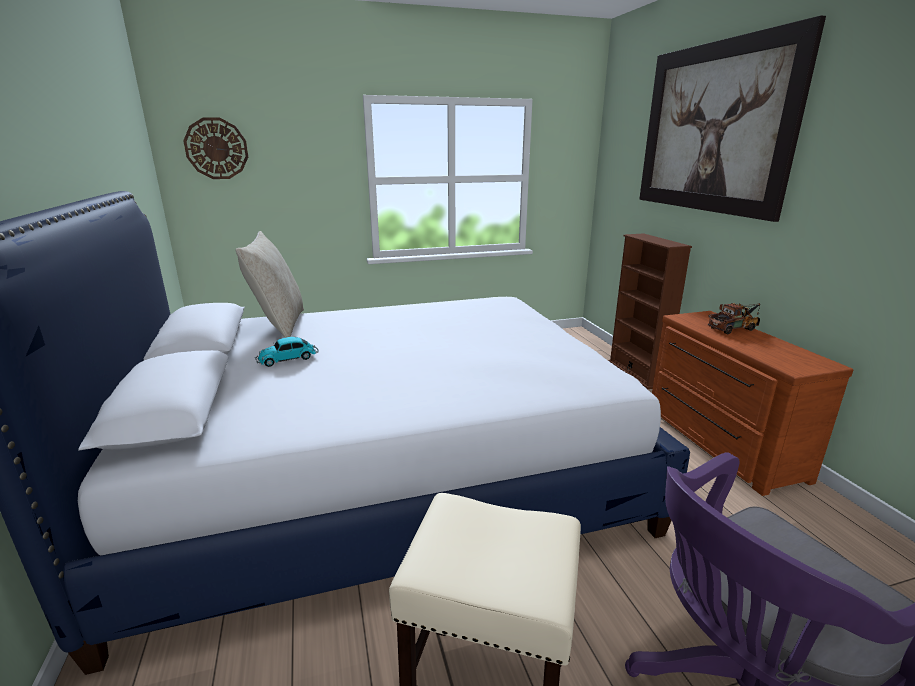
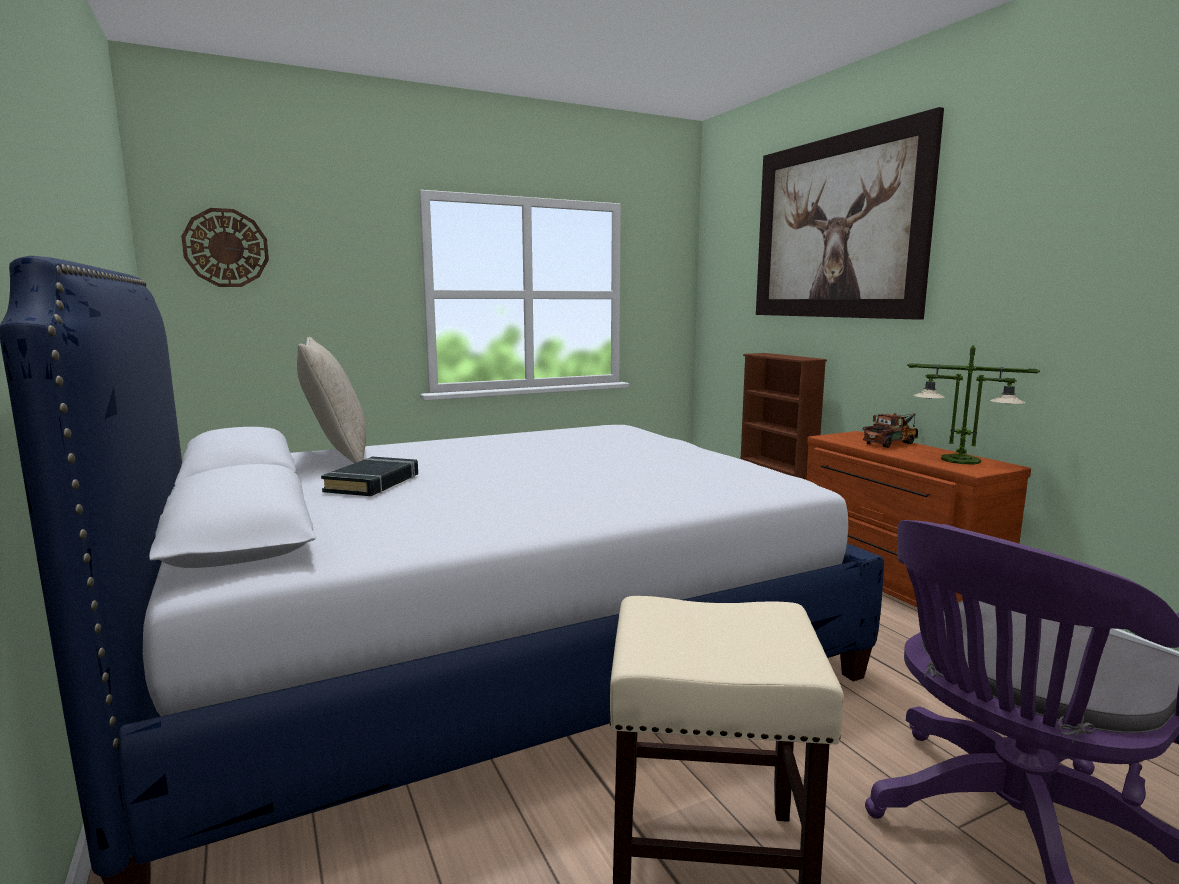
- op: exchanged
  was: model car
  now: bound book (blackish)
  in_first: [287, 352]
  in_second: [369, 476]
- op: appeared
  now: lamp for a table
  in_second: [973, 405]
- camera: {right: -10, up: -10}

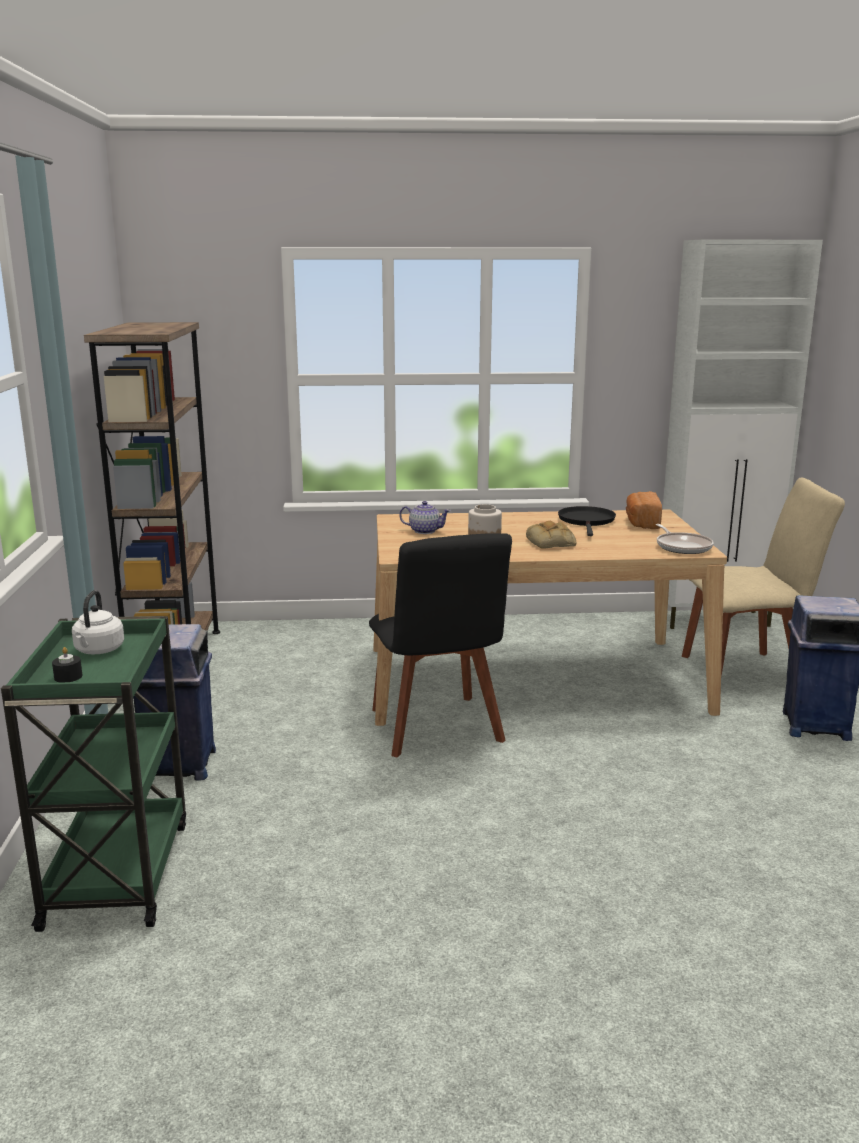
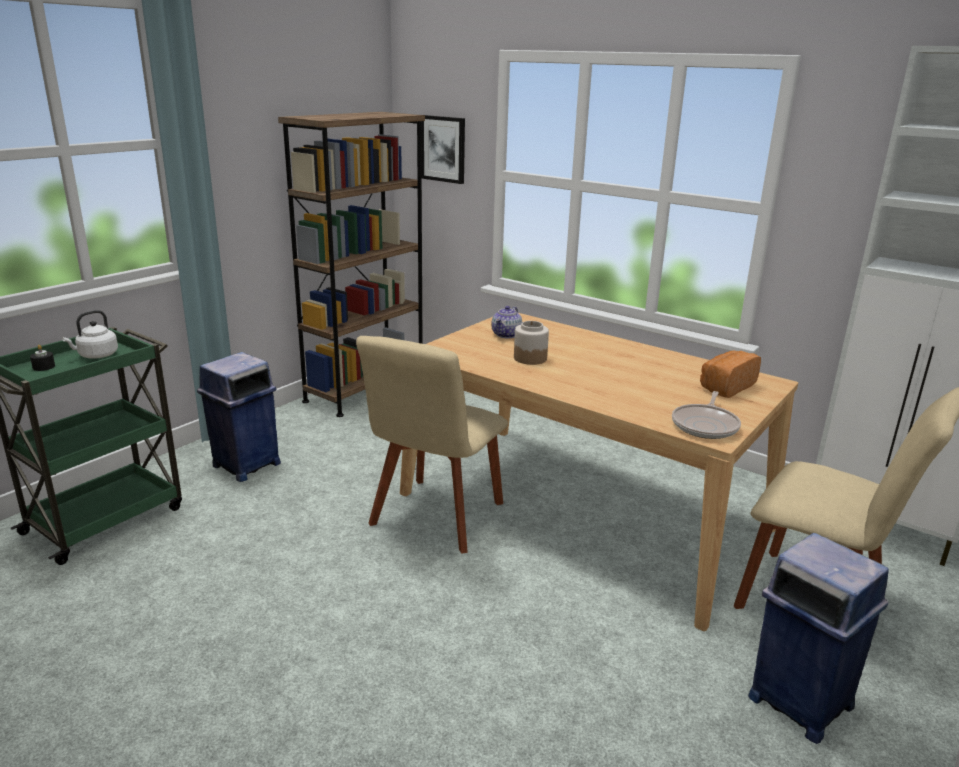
- op: colour
  was: upright chair (blackish)
  now: upright chair (sand-coloured)
  in_first: [440, 645]
  in_second: [432, 445]
- op: appeared
  now: picture
  in_second: [443, 149]
- op: spun
  was: pot for tea
  in_first: [425, 517]
  in_second: [507, 322]
  clockwise: 60
- op: missing
  was: baked bread
  in_first: [551, 535]
- op: missing
  was: pan (blackish)
  in_first: [587, 521]
- camera: {right: 40, up: 5}

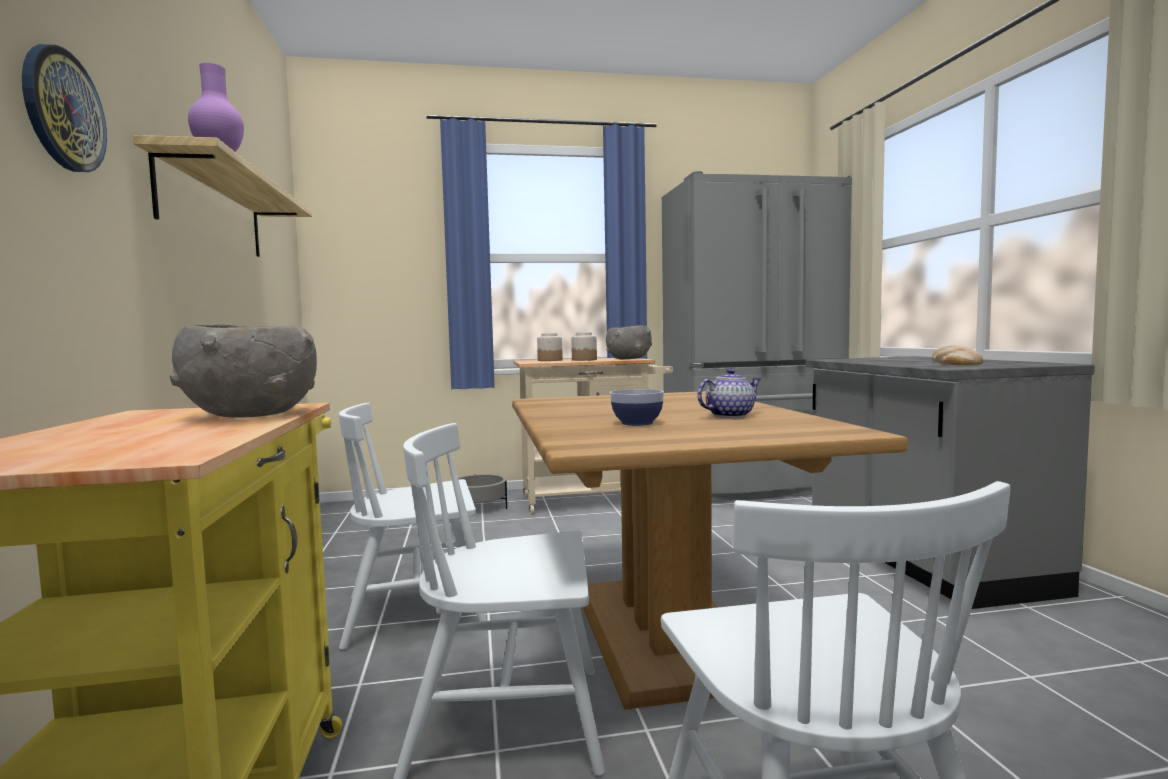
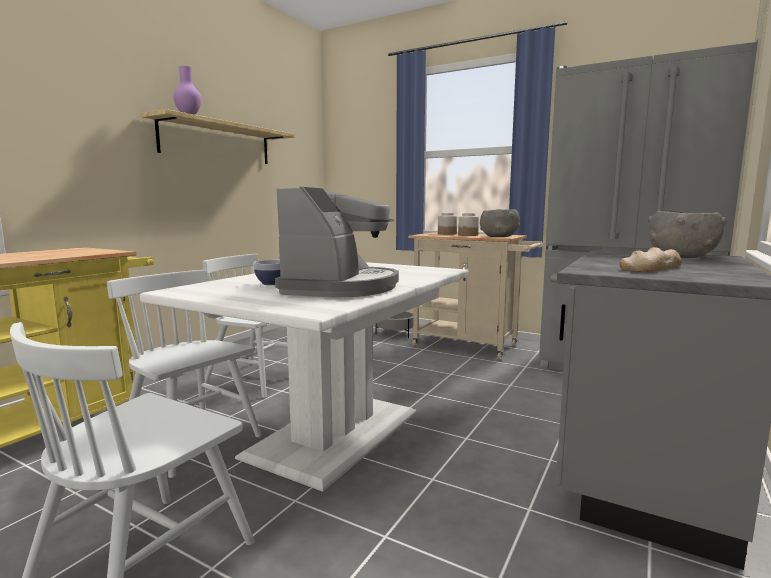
- op: colour
  was: dining table (brown)
  now: dining table (whitish)
  in_first: [710, 550]
  in_second: [304, 377]
- op: exchanged
  was: pot for tea
  now: coffee maker
  in_first: [729, 393]
  in_second: [337, 242]
- op: relocated
  was: bowl (gray)
  in_first: [243, 371]
  in_second: [687, 234]
- op: missing
  was: hanging clock
  in_first: [64, 108]
- camera: {right: 40, up: 5}

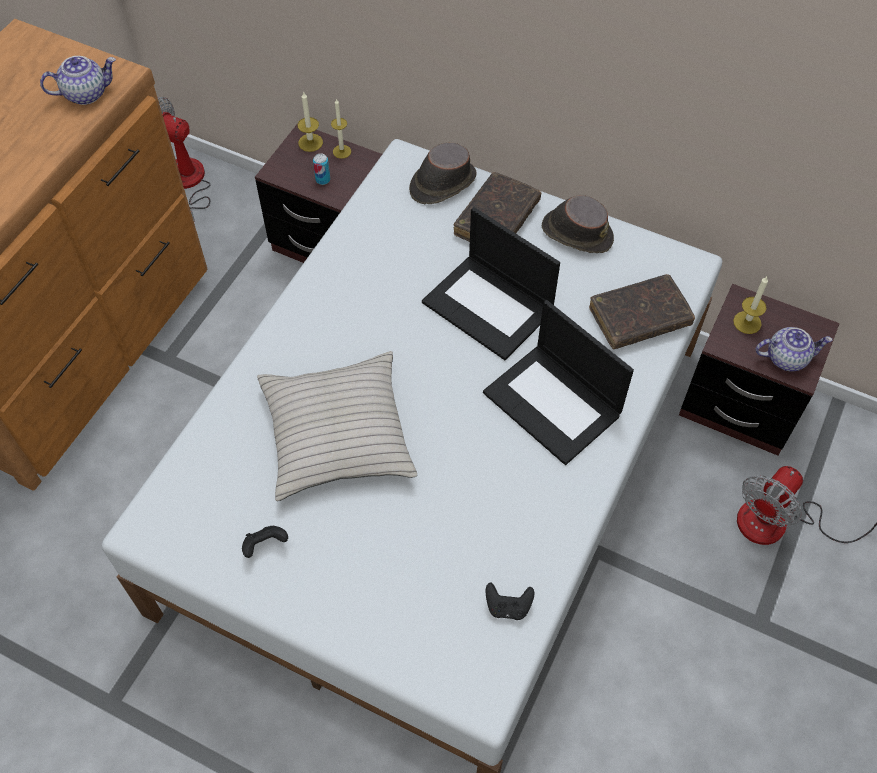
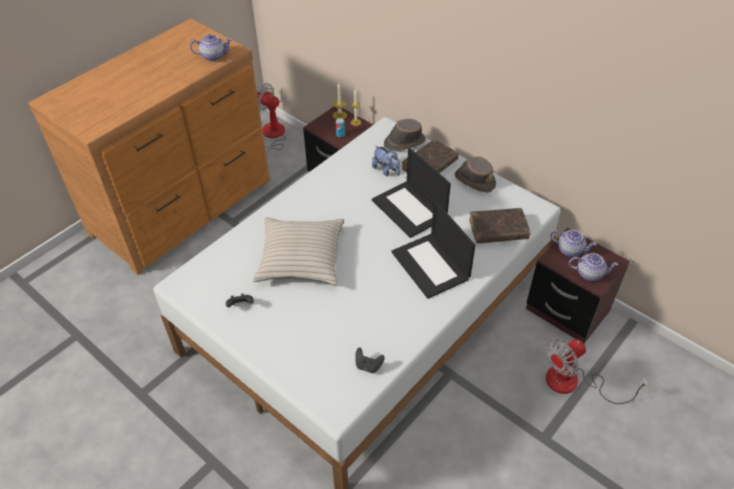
- op: appeared
  now: plush toy
  in_second: [386, 160]
- op: exchanged
  was: wax light
  now: pot for tea
  in_first: [750, 305]
  in_second: [573, 243]
- camera: {right: 15, up: -10}

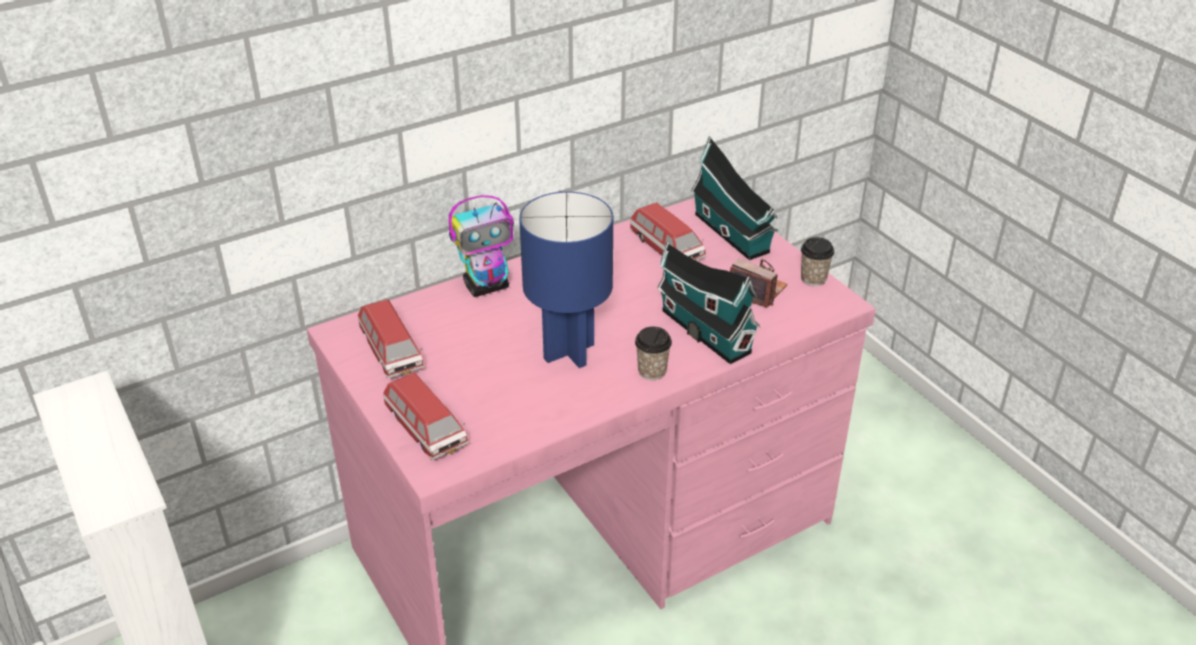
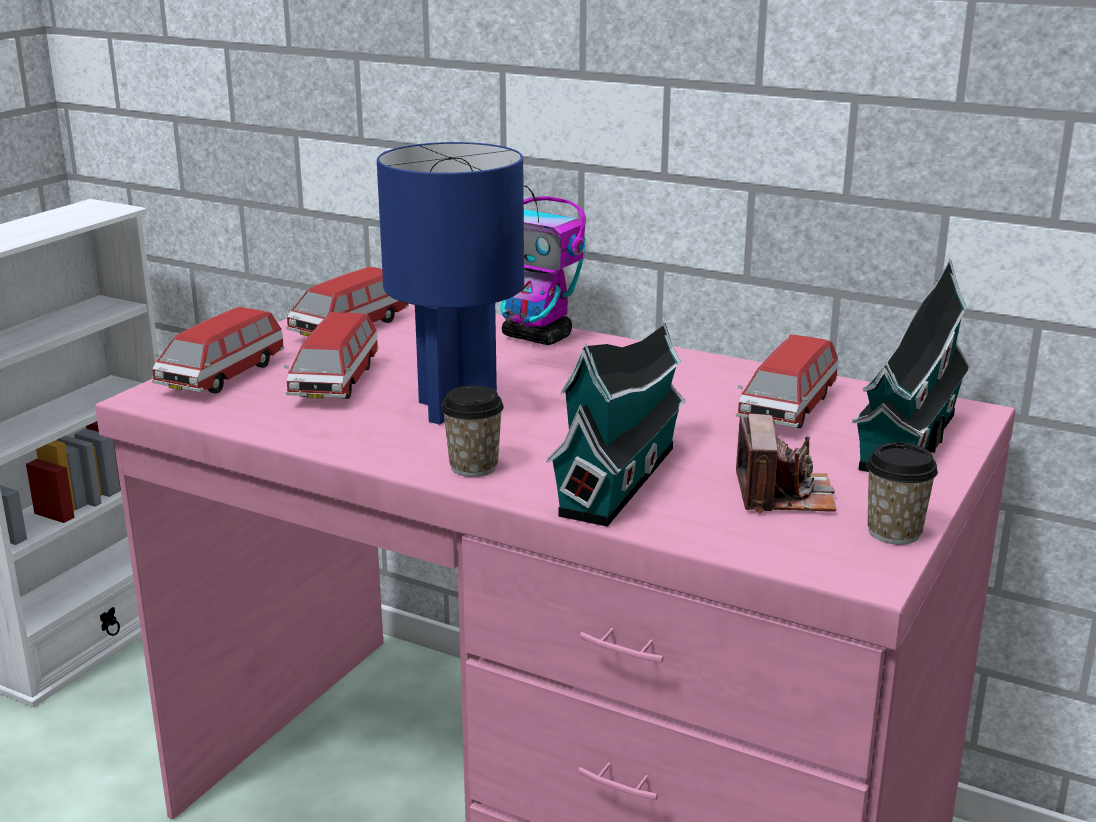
- op: appeared
  now: model car
  in_second: [331, 355]
- camera: {right: 60, up: -15}

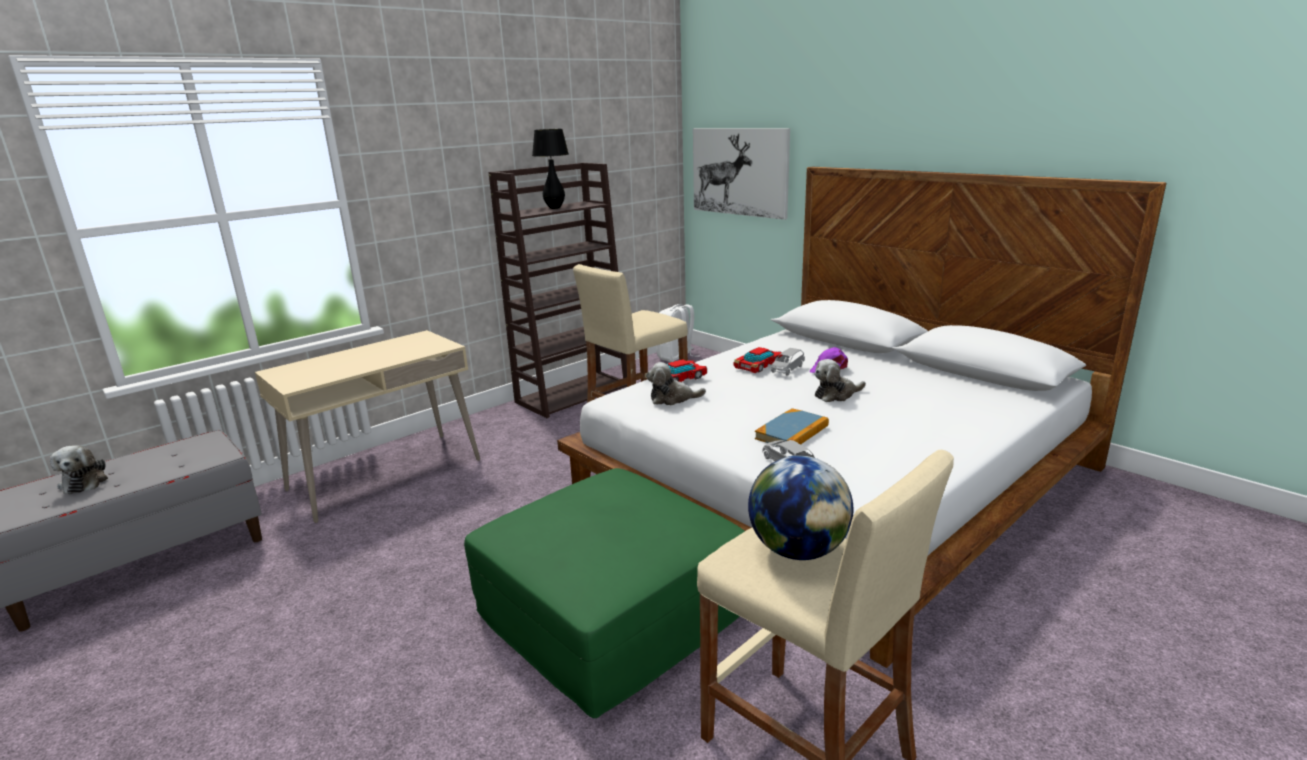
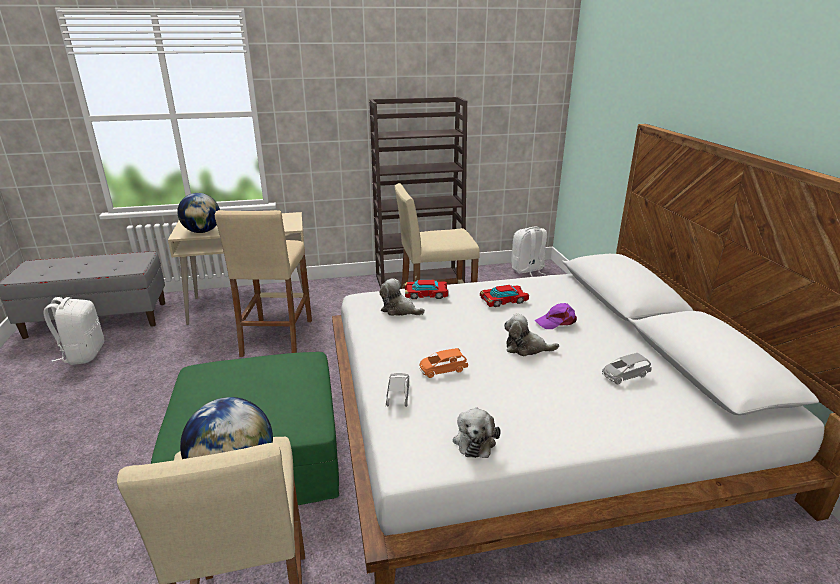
- op: appeared
  now: backpack (whitish)
  in_second: [74, 331]
- op: appeared
  now: desk globe
  in_second: [198, 213]
- op: appeared
  now: sitting stool (sand-coloured)
  in_second: [263, 283]
- op: exchanged
  was: bound book
  now: model car (orangey)
  in_first: [792, 427]
  in_second: [443, 363]
- op: relocated
  was: plush toy
  in_first: [79, 469]
  in_second: [476, 432]
- op: relocated
  was: model car (gray)
  in_first: [788, 362]
  in_second: [627, 369]
- op: missing
  was: lamp for a table (blackish)
  in_first: [550, 169]
- op: missing
  was: picture
  in_first: [741, 174]
- camera: {right: 30, up: 5}

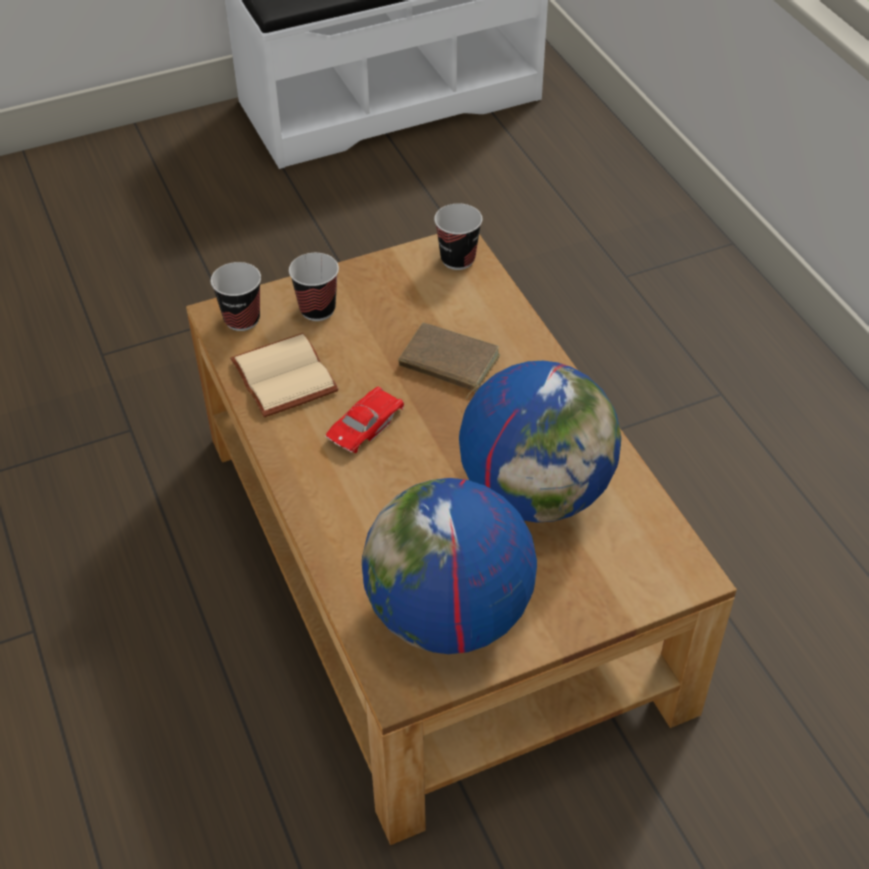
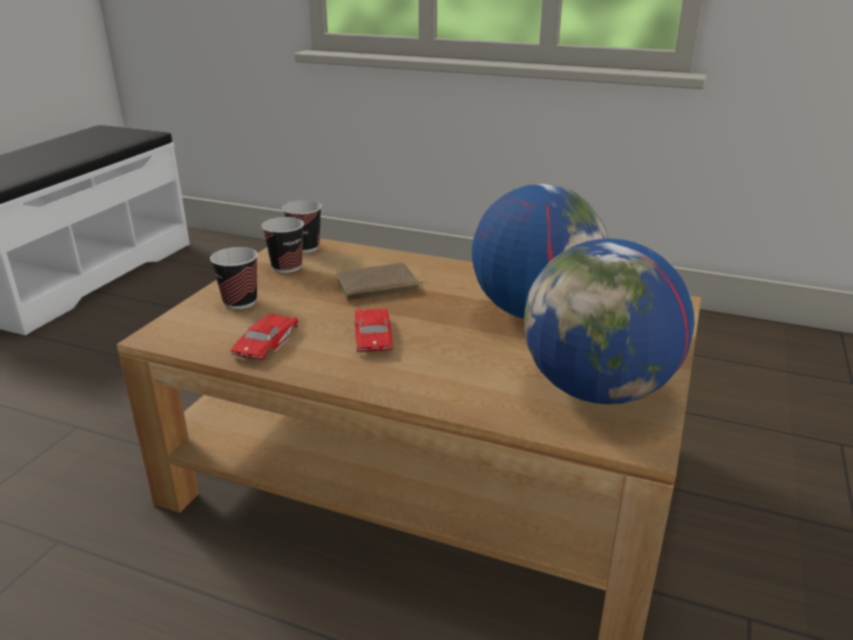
- op: exchanged
  was: bound book (sand-coloured)
  now: model car (reddish)
  in_first: [284, 375]
  in_second: [264, 336]
- op: relocated
  was: cup
  in_first: [236, 296]
  in_second: [282, 245]
- camera: {right: -45, up: -20}

